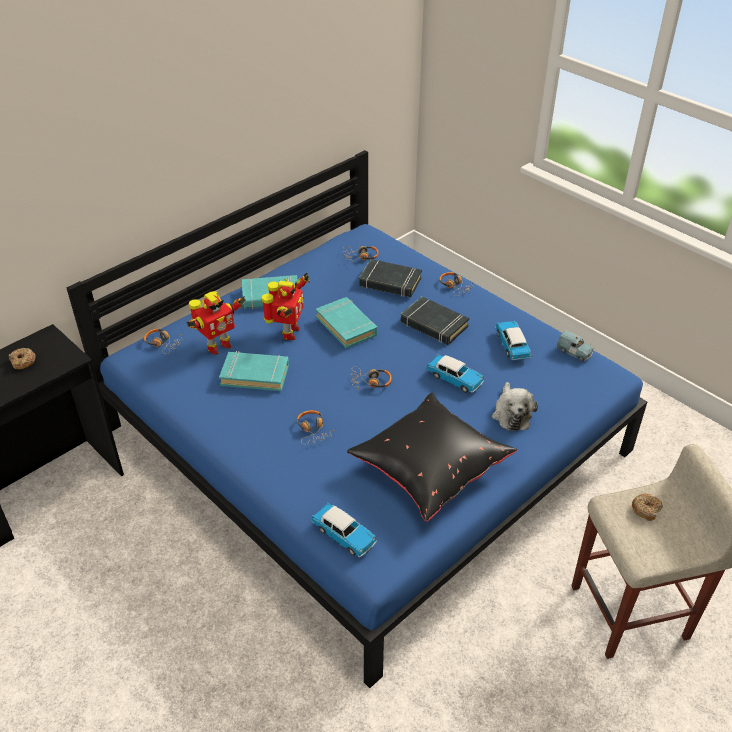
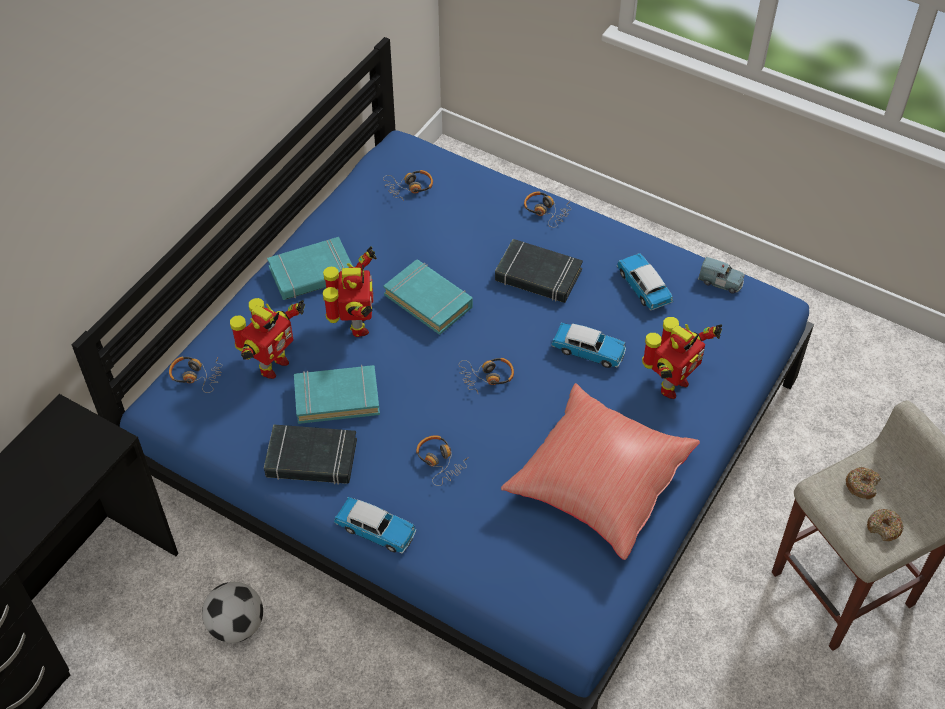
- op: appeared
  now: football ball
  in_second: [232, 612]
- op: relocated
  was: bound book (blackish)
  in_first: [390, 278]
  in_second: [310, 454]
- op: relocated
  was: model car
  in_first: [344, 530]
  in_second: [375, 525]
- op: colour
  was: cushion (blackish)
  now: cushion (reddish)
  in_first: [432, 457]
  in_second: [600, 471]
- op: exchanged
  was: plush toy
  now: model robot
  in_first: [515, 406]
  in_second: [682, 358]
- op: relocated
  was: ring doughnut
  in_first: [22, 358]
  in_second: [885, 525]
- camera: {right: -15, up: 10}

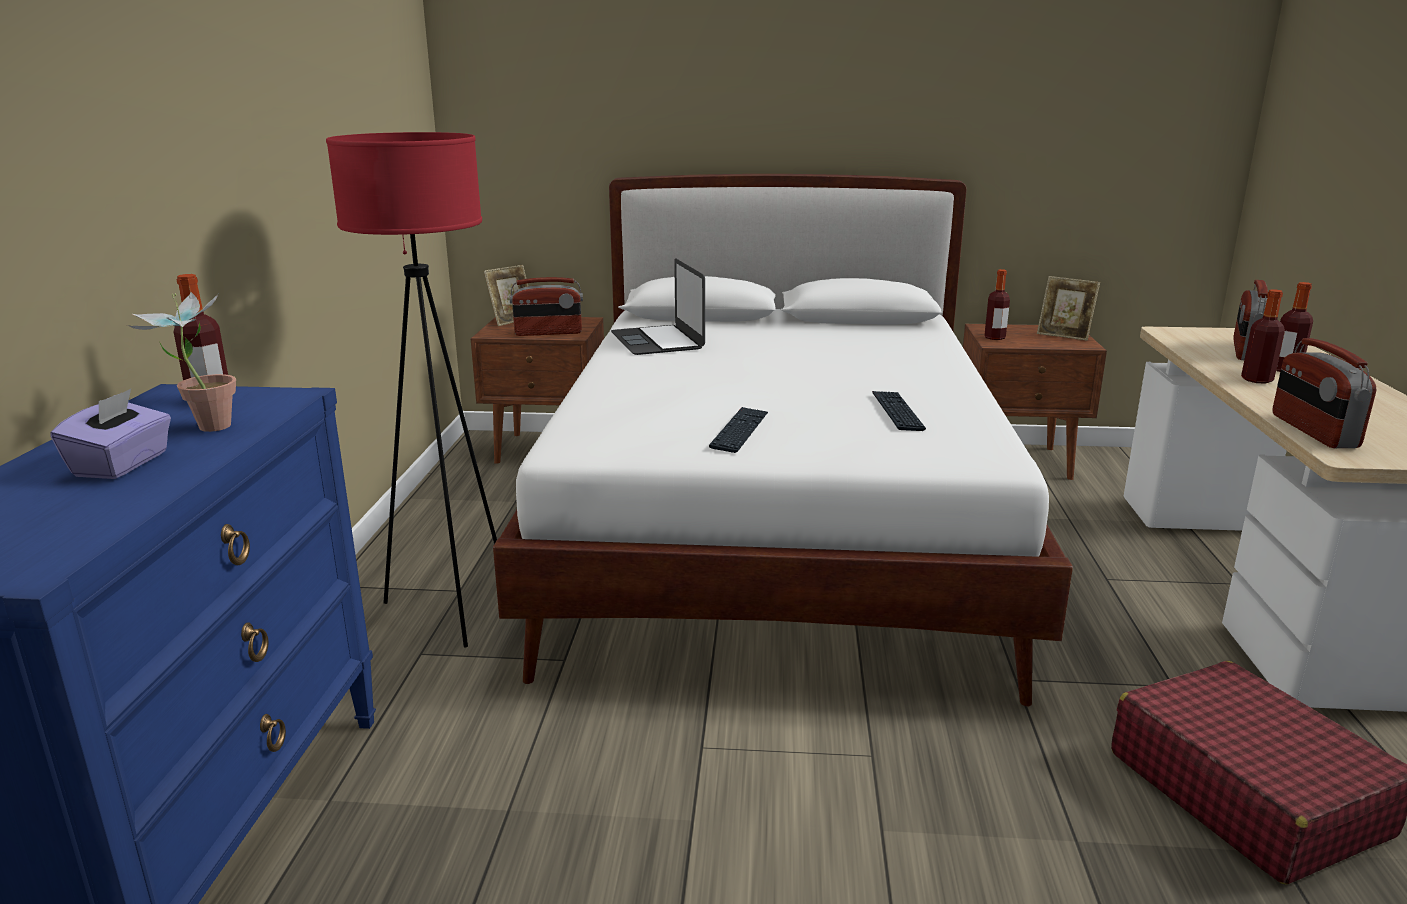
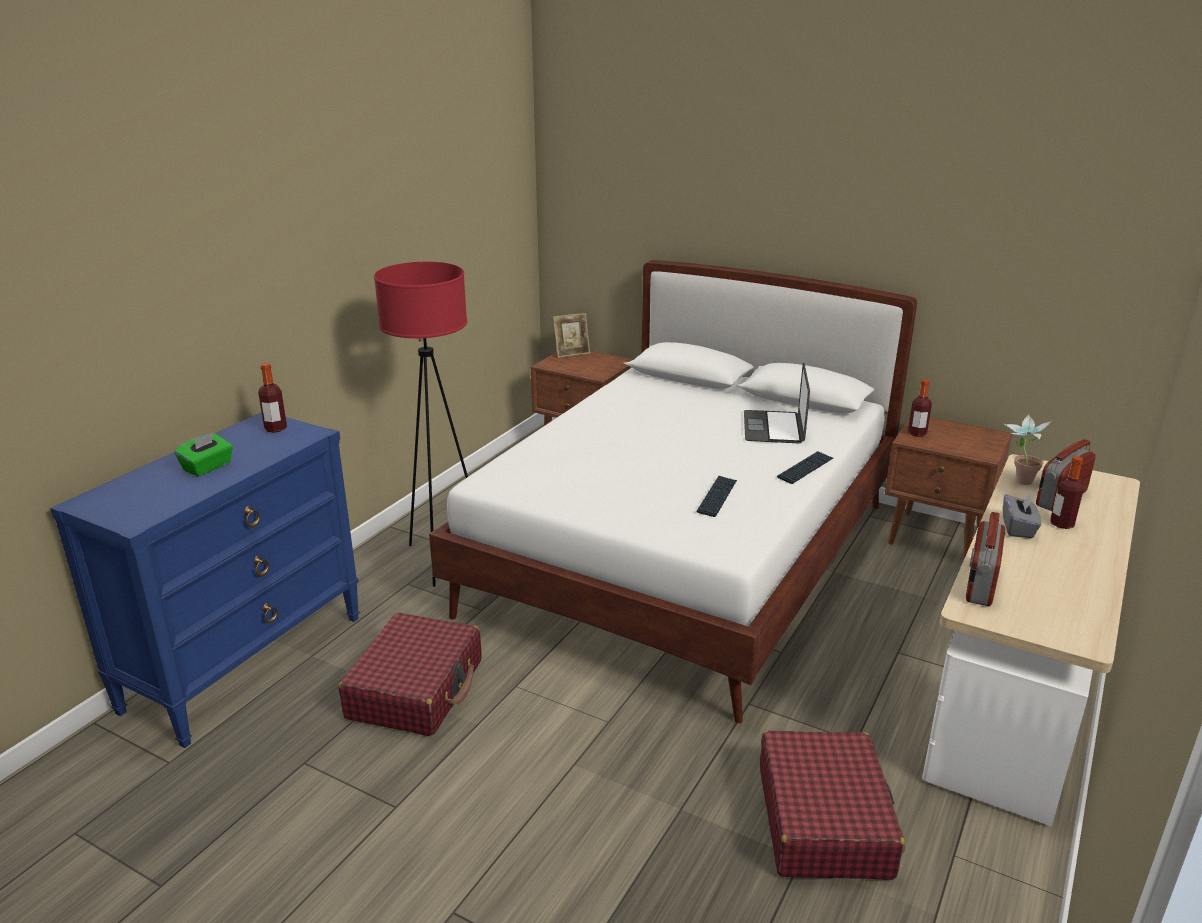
- op: colour
  was: box of tissues (purple-coloured)
  now: box of tissues (green)
  in_first: [110, 434]
  in_second: [203, 454]
- op: appeared
  now: travel case (reddish)
  in_second: [410, 674]
- op: relocated
  was: portable computer
  in_first: [658, 306]
  in_second: [777, 403]
- op: relocated
  was: PC keyboard
  in_first: [738, 430]
  in_second: [805, 467]
- op: exchanged
  was: drink bottle
  now: box of tissues (gray)
  in_first: [1263, 336]
  in_second: [1022, 515]
- op: relocated
  was: houseplant
  in_first: [181, 362]
  in_second: [1027, 449]
- op: missing
  was: radio receiver
  in_first: [546, 306]
- op: missing
  was: photo frame
  in_first: [1068, 308]
- camera: {right: 25, up: 5}

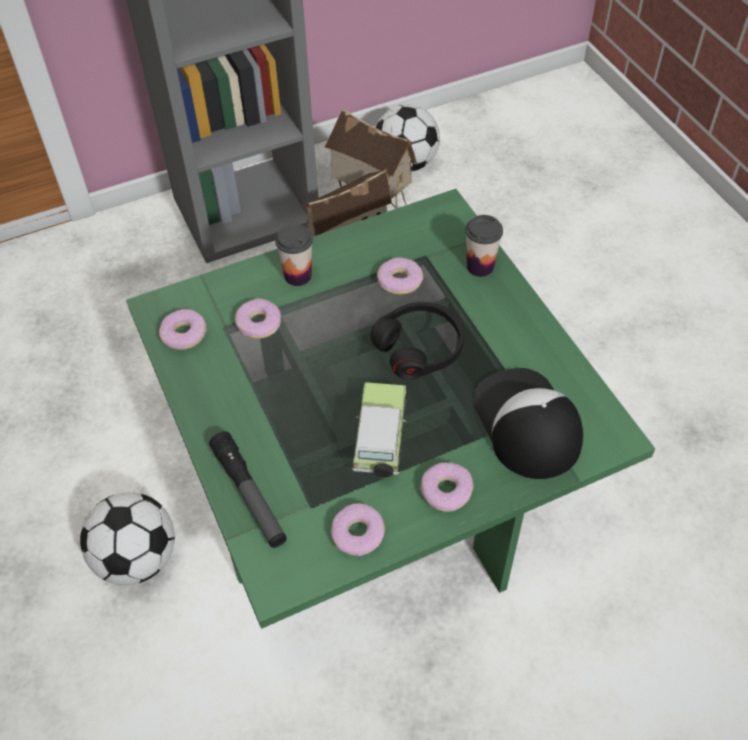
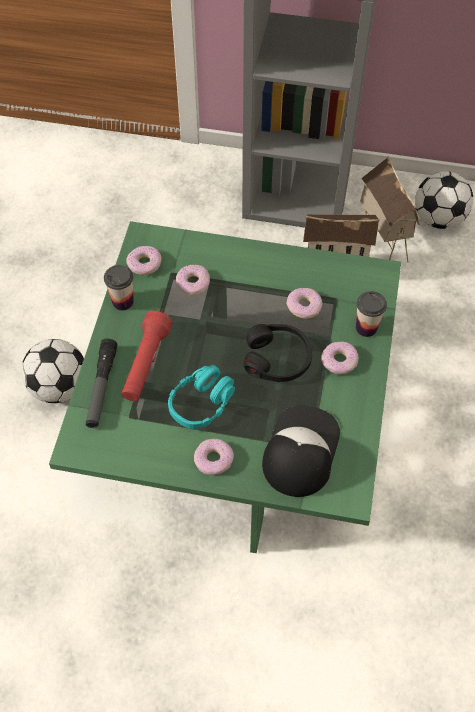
- op: relocated
  was: cup
  in_first: [294, 255]
  in_second: [119, 288]
- op: appeared
  now: flashlight (reddish)
  in_second: [147, 356]
- op: exchanged
  was: model car
  now: headset (turquoise)
  in_first: [379, 430]
  in_second: [201, 397]
- op: relocated
  was: ring doughnut
  in_first: [358, 529]
  in_second: [340, 358]
- camera: {right: 35, up: 5}

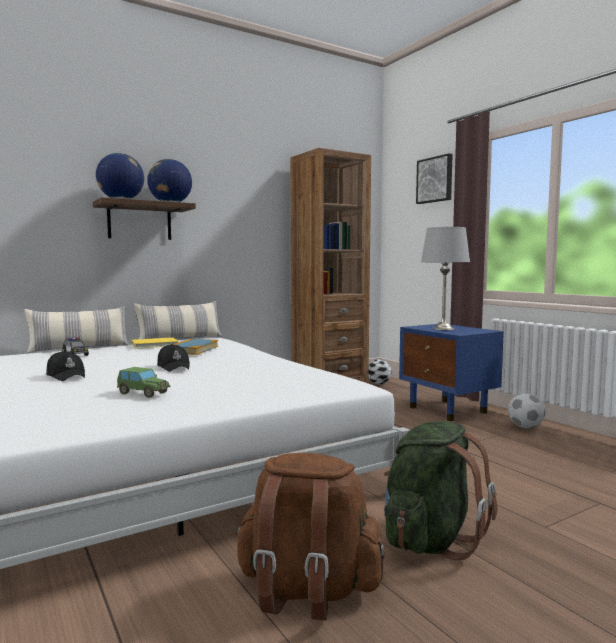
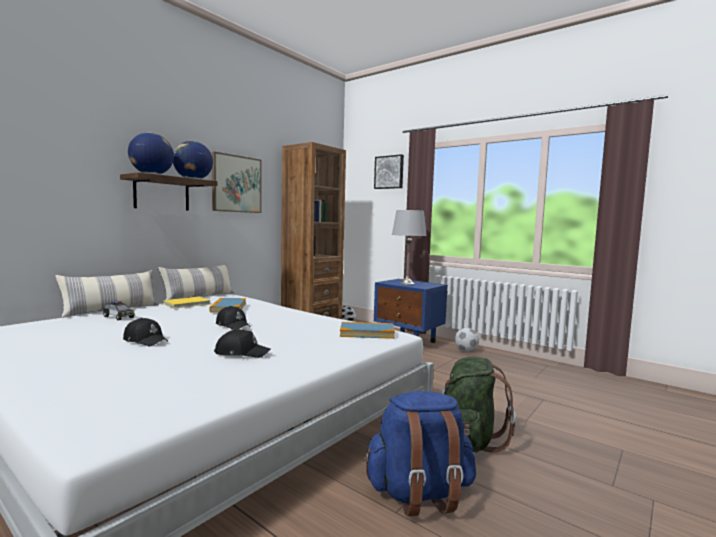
- op: appeared
  now: picture
  in_second: [237, 182]
- op: exchanged
  was: model car
  now: baseball cap (blackish)
  in_first: [144, 382]
  in_second: [242, 343]
- op: appeared
  now: bound book
  in_second: [367, 330]
- op: colour
  was: backpack (brown)
  now: backpack (bluish)
  in_first: [310, 536]
  in_second: [419, 453]
- camera: {right: -20, up: 0}

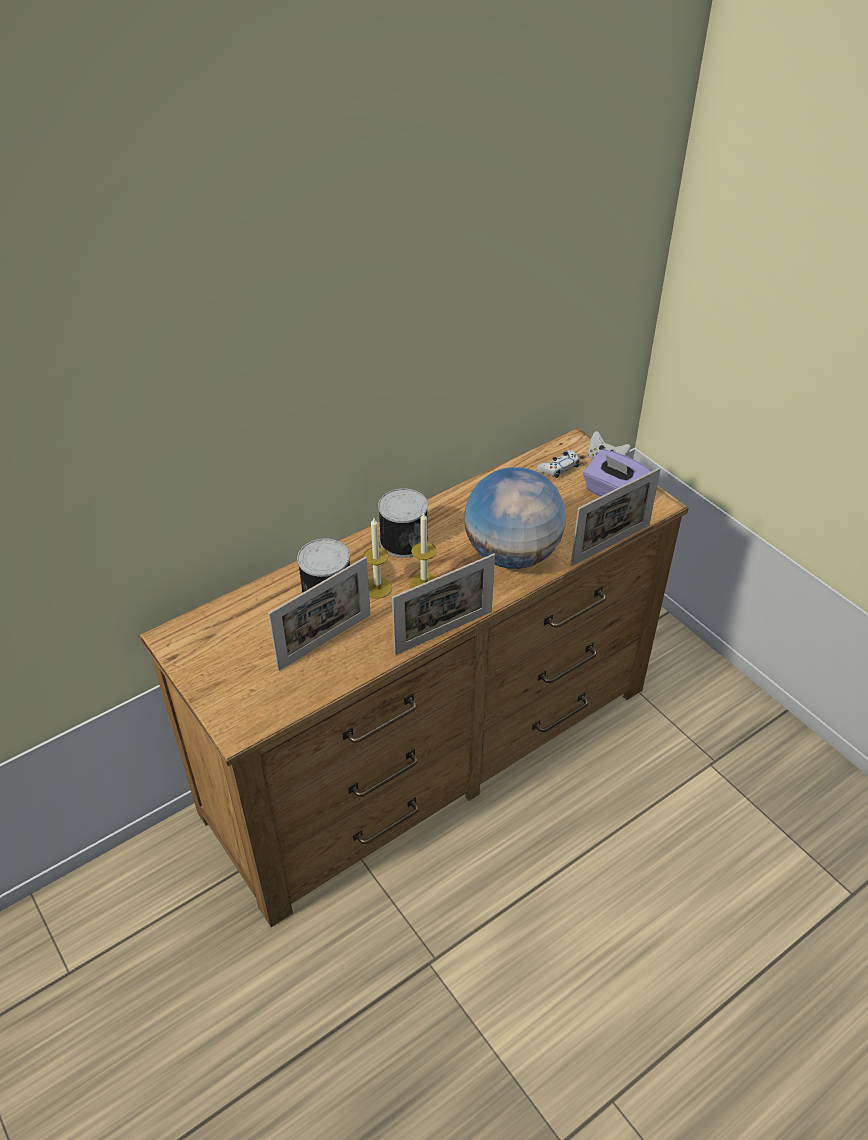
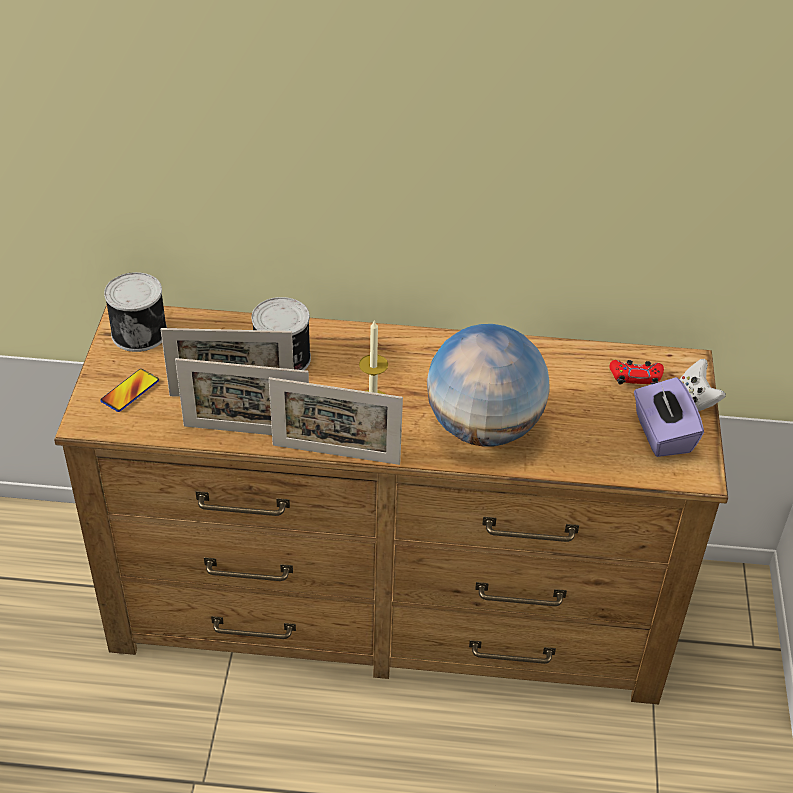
- op: appeared
  now: phone
  in_second: [129, 390]
- op: relocated
  was: sealed can
  in_first: [403, 523]
  in_second: [135, 312]
- op: relocated
  was: photo frame
  in_first: [615, 517]
  in_second: [242, 396]
- op: colour
  was: gamepad (whitish)
  now: gamepad (reddish)
  in_first: [558, 464]
  in_second: [637, 372]
- op: missing
  was: wax light
  in_first: [377, 558]
- camera: {right: 40, up: 0}

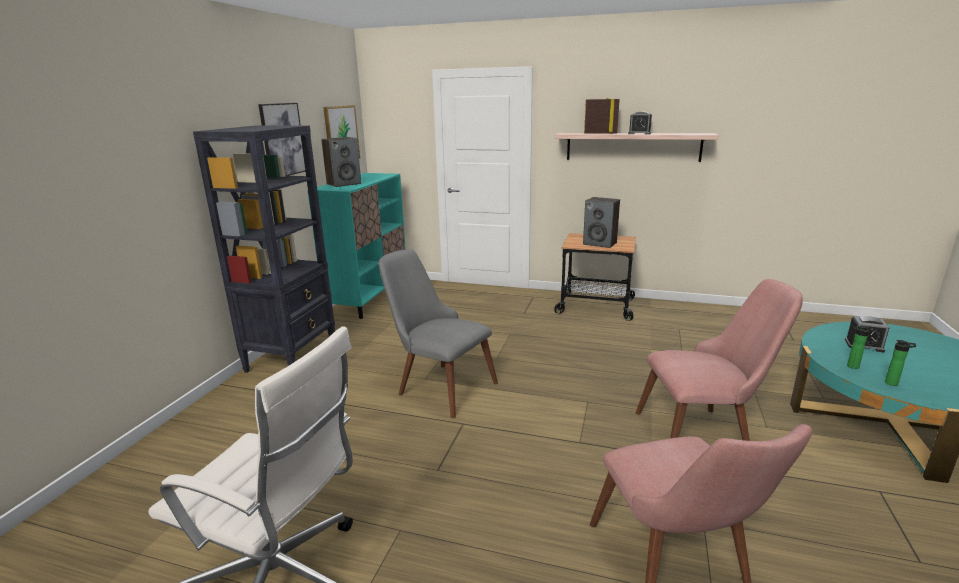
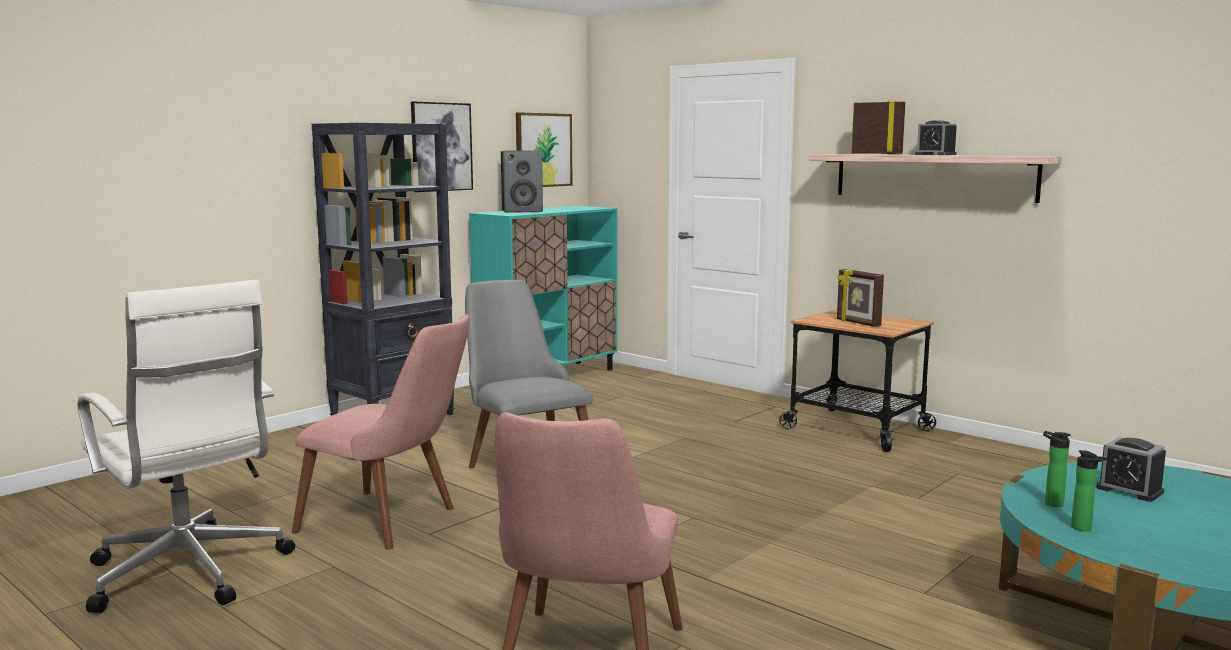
- op: relocated
  was: upright chair (pinkish)
  in_first: [719, 360]
  in_second: [381, 432]
- op: exchanged
  was: speaker
  now: photo frame
  in_first: [601, 222]
  in_second: [860, 298]
- camera: {right: 25, up: -10}

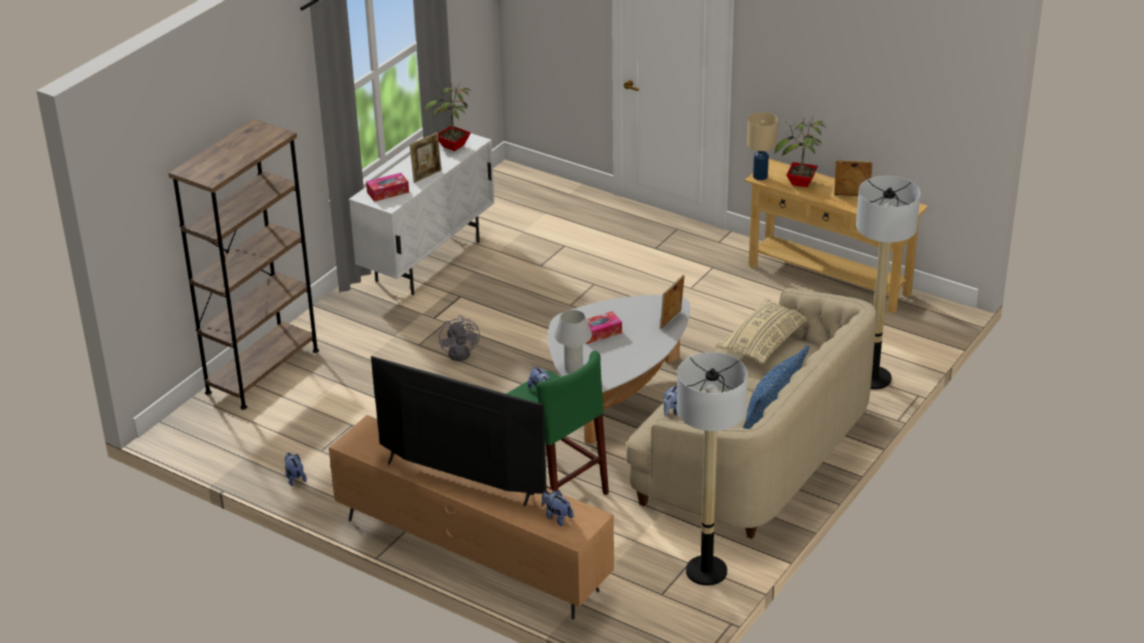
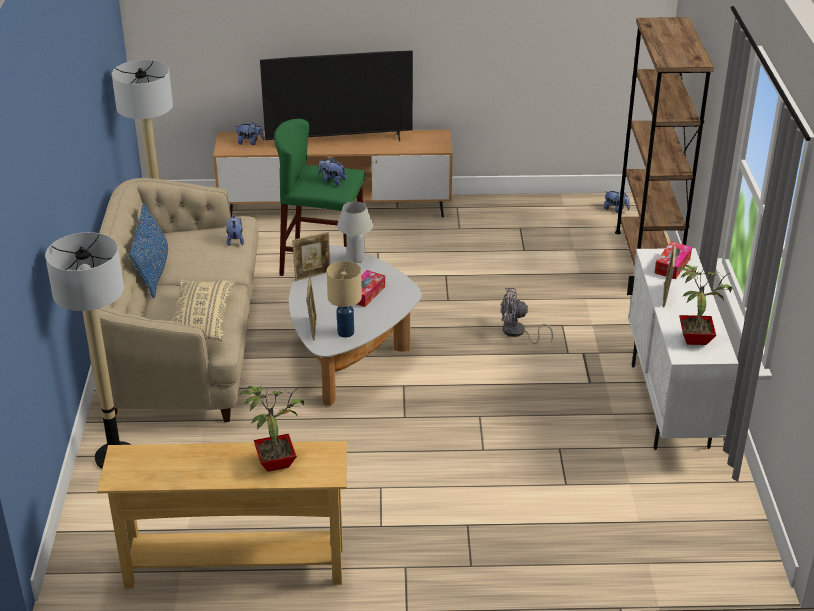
- op: relocated
  was: photo frame
  in_first: [853, 178]
  in_second: [311, 256]
- op: relocated
  was: lamp for a table (sand-coloured)
  in_first: [762, 146]
  in_second: [344, 299]
- op: spun
  was: electric fan (gray)
  in_first: [459, 338]
  in_second: [526, 316]
  clockwise: -45
- op: relocated
  was: plush toy
  in_first: [296, 469]
  in_second: [617, 202]
- camera: {right: 145, up: 0}

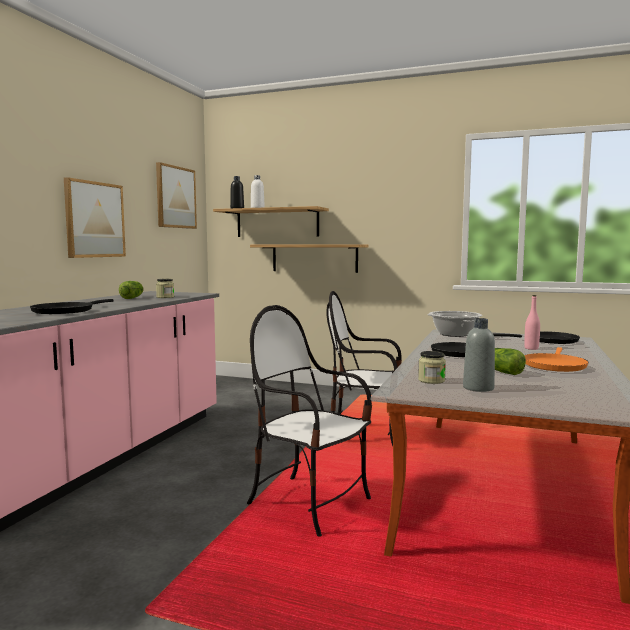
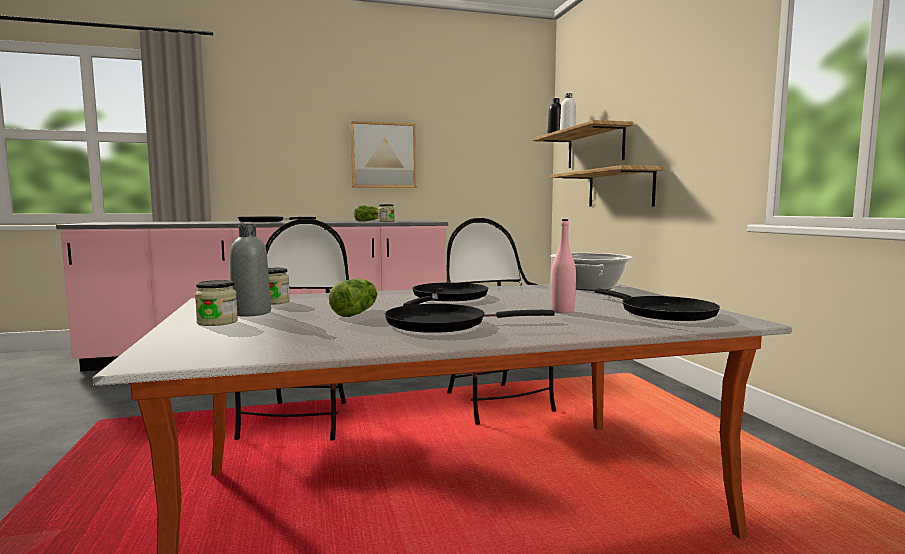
- op: appeared
  now: preserve jar
  in_second: [216, 303]
- op: colour
  was: pan (orangey)
  now: pan (blackish)
  in_first: [556, 359]
  in_second: [470, 318]
- op: missing
  was: picture
  in_first: [176, 195]
- camera: {right: 55, up: 0}

